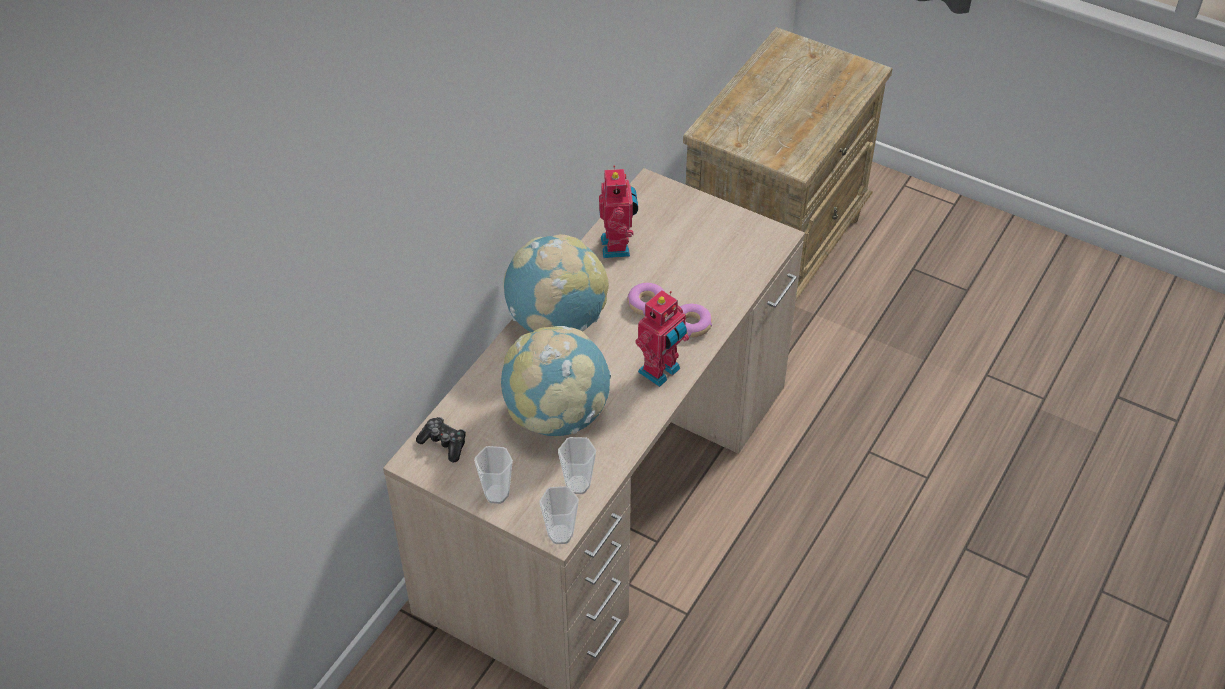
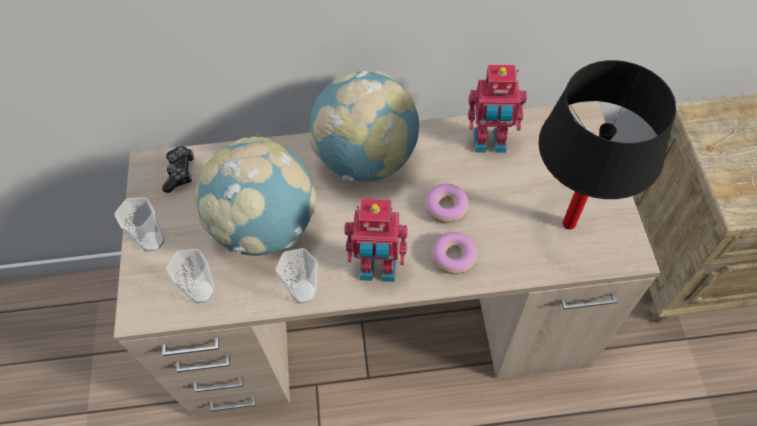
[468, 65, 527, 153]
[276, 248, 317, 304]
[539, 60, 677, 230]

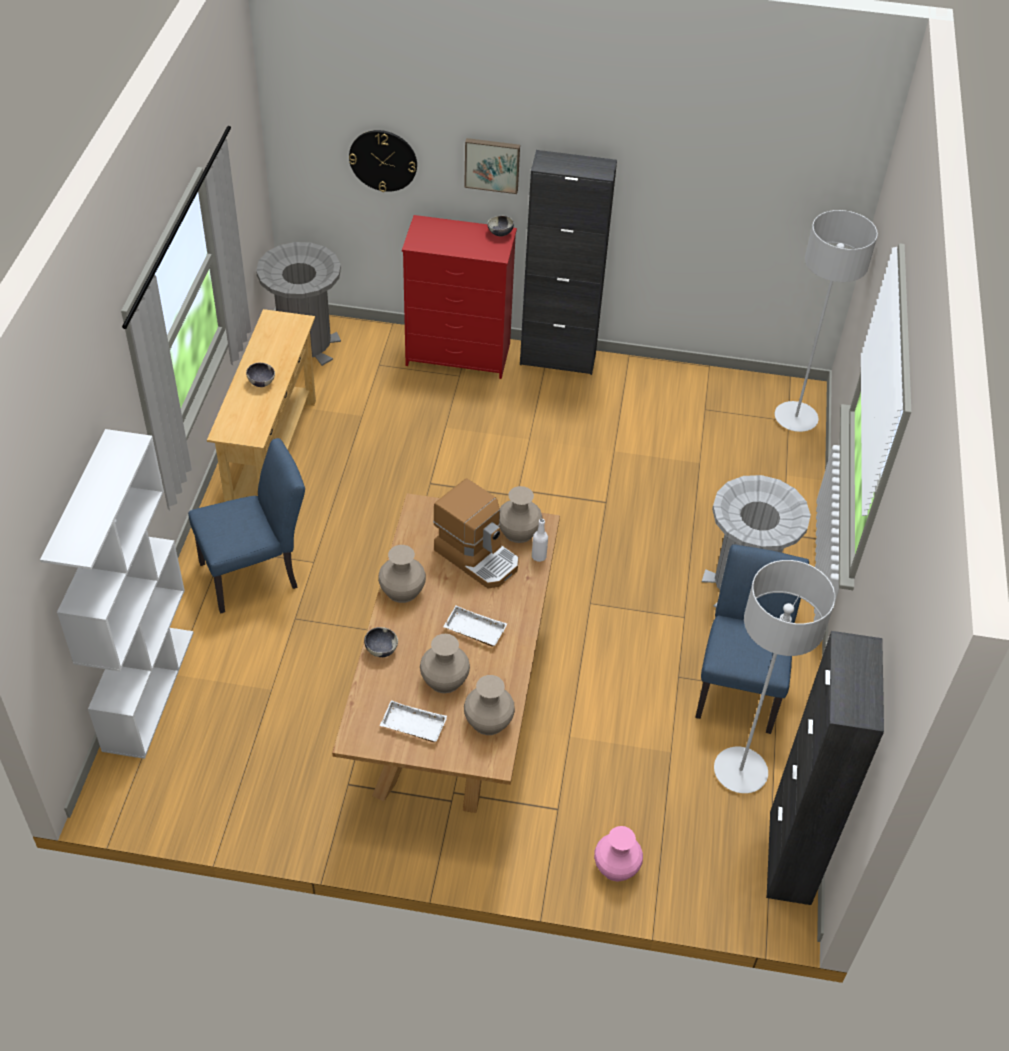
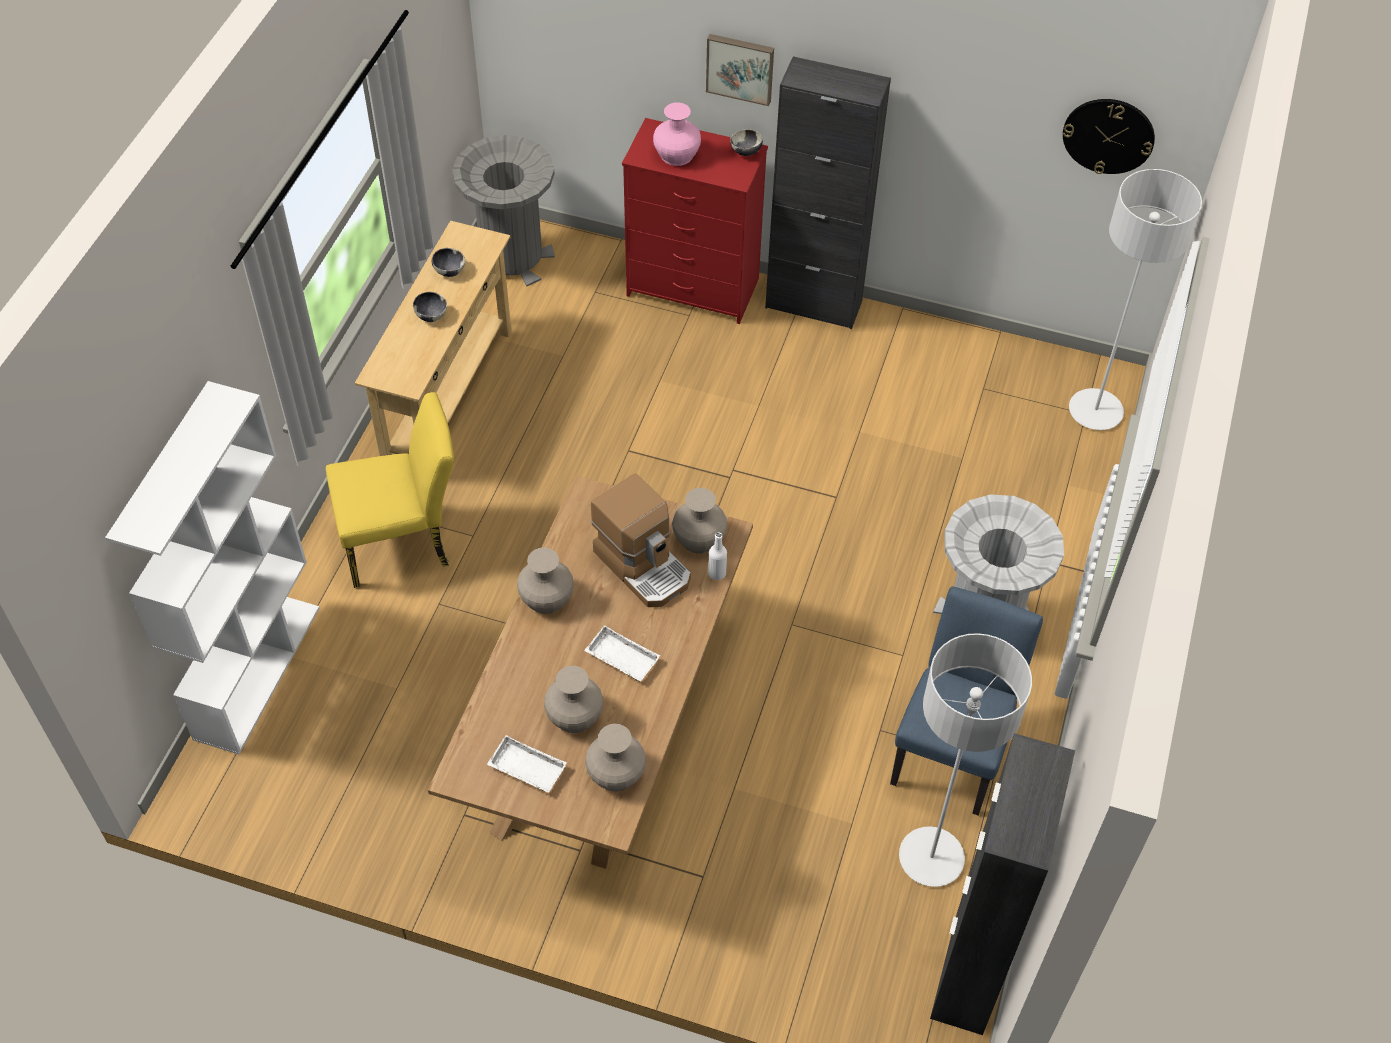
[1063, 99, 1155, 174]
[326, 392, 454, 588]
[431, 248, 465, 277]
[653, 102, 701, 166]

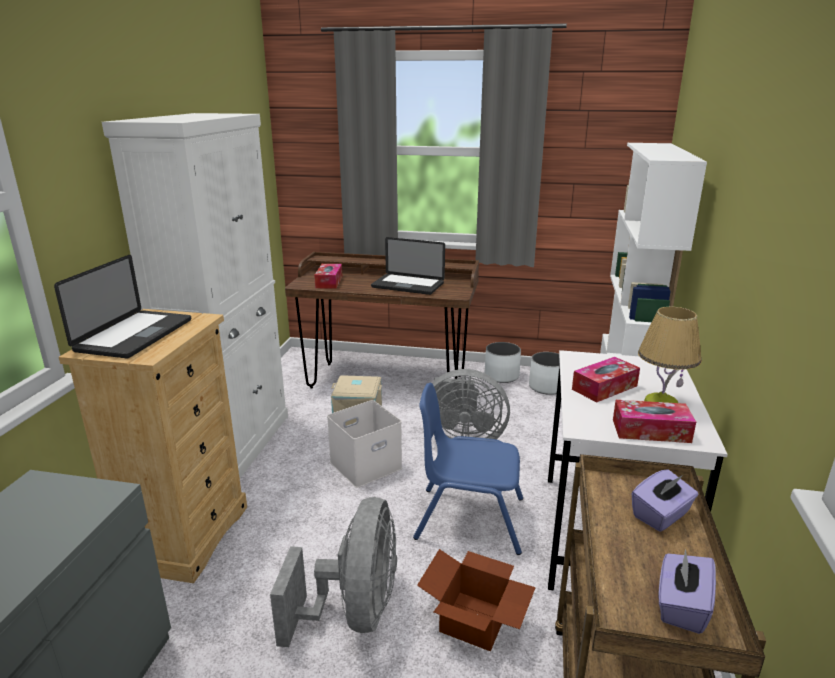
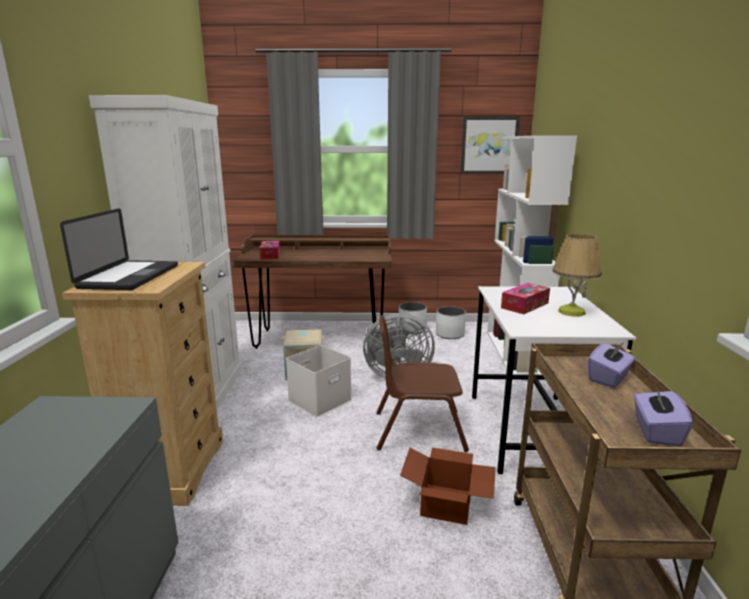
[371, 237, 445, 295] (first image)
[376, 315, 469, 452]
[613, 400, 696, 443] (first image)
[270, 497, 397, 647] (first image)
[460, 116, 520, 174]

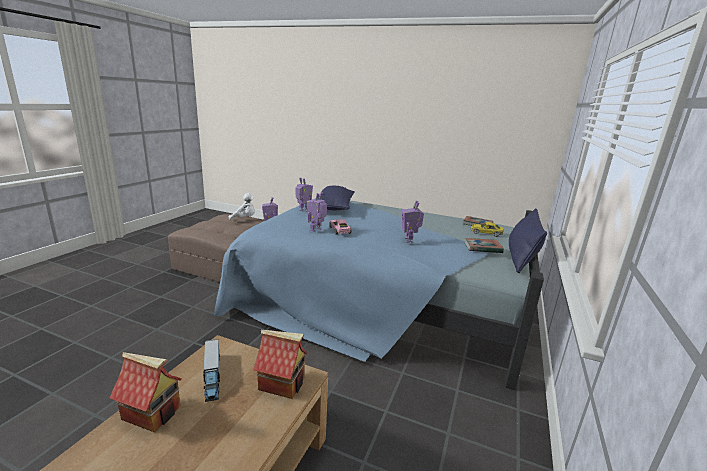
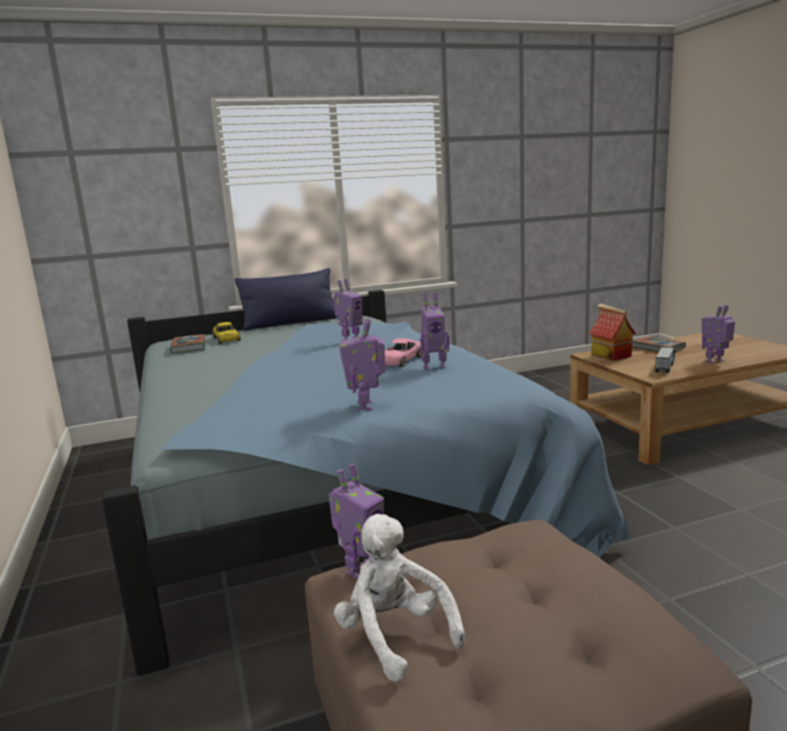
[318, 186, 355, 210] (first image)
[632, 336, 686, 352]
[702, 304, 735, 363]

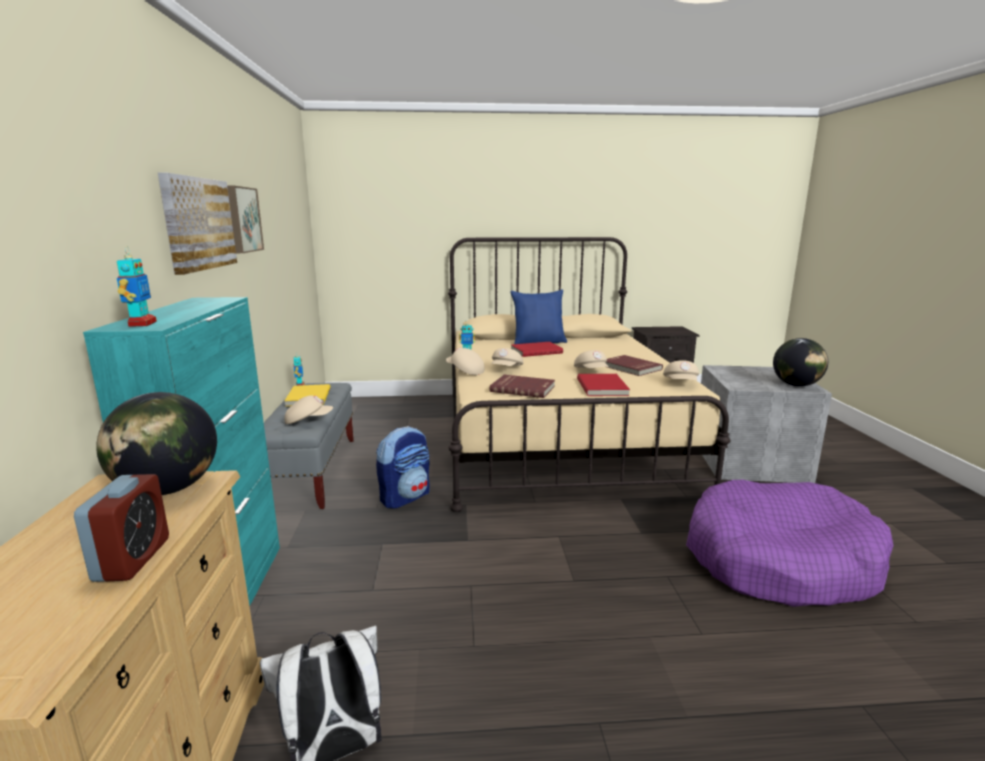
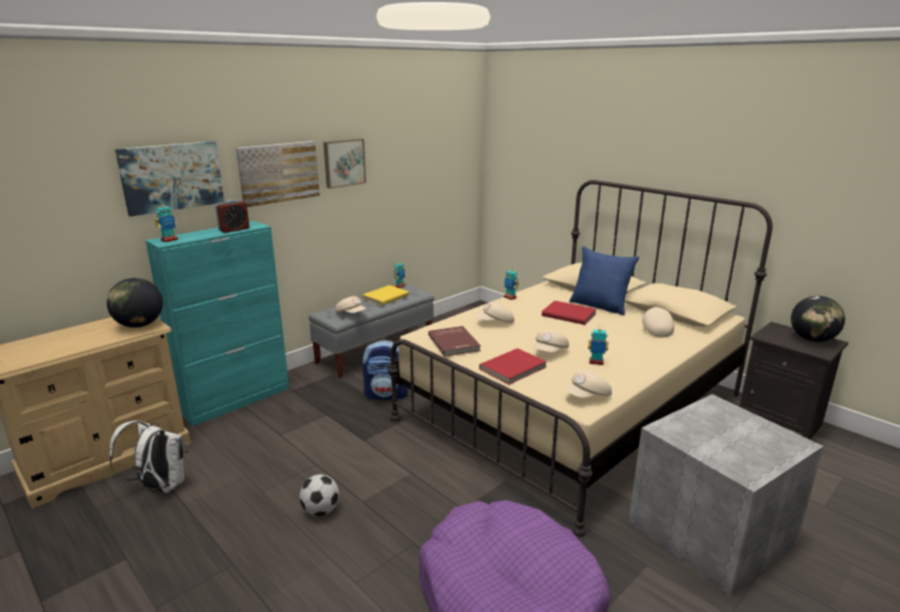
[791, 296, 845, 342]
[642, 307, 674, 338]
[588, 325, 609, 365]
[215, 200, 249, 233]
[115, 141, 224, 217]
[300, 474, 339, 516]

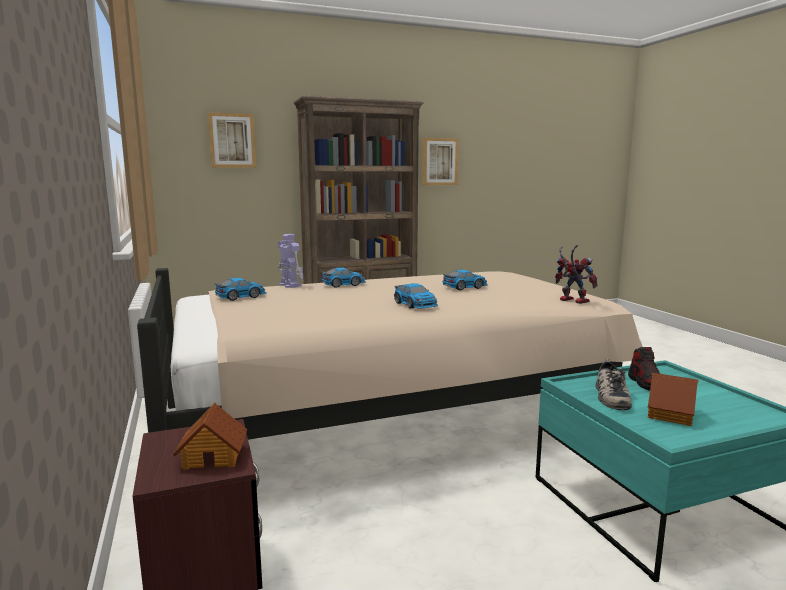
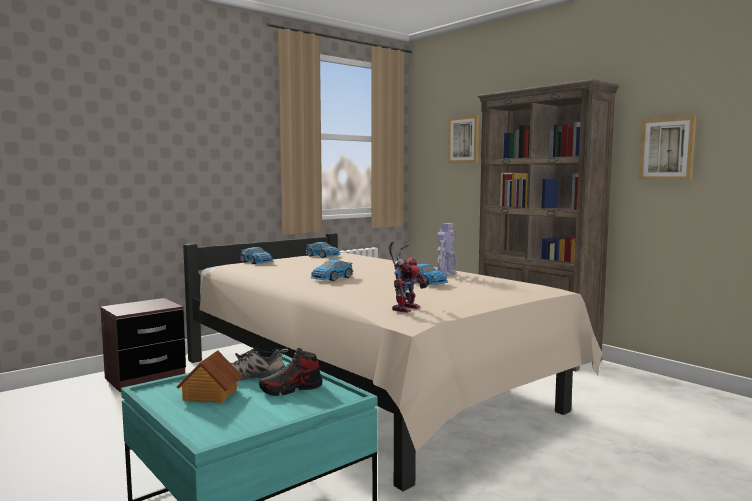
[437, 223, 457, 276]
[240, 247, 273, 264]
[173, 403, 247, 470] (first image)

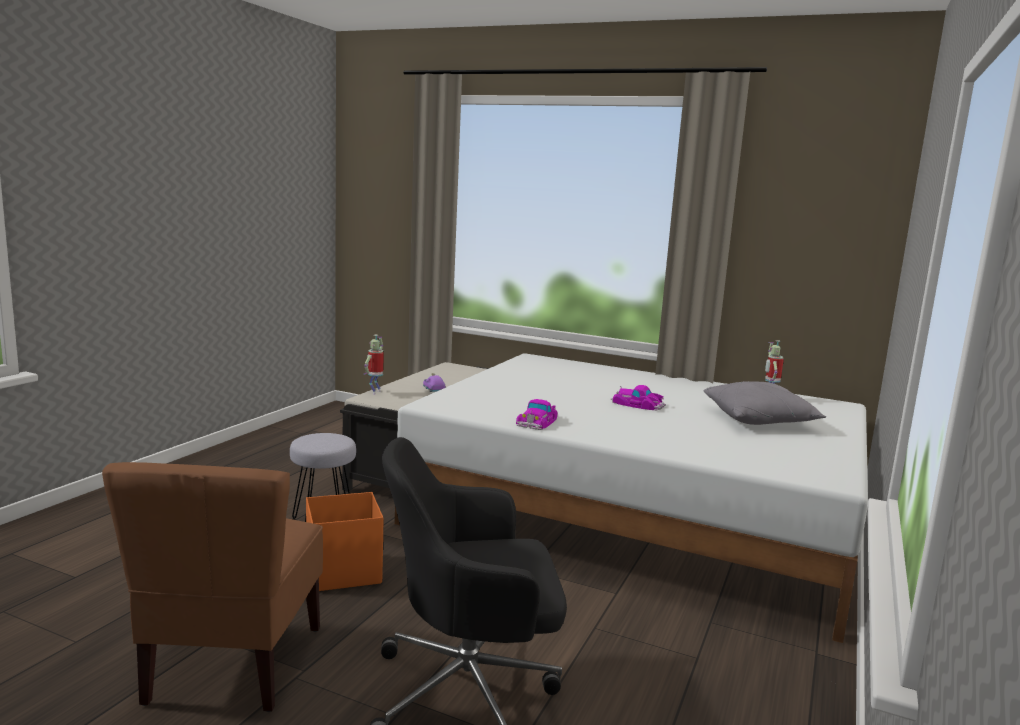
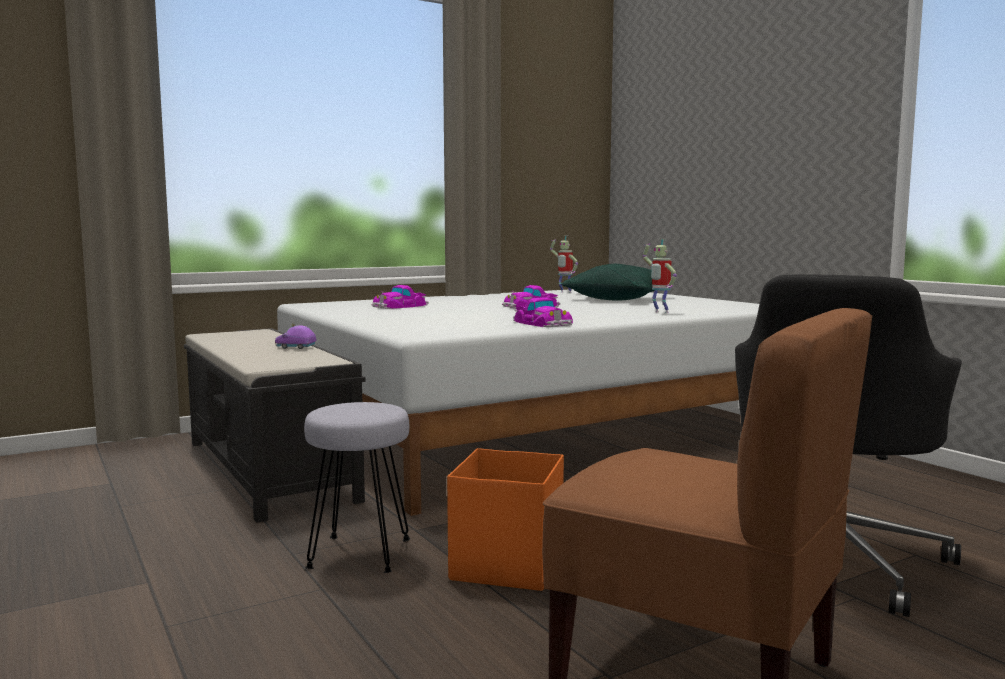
[643, 239, 677, 313]
[561, 264, 655, 300]
[371, 285, 429, 309]

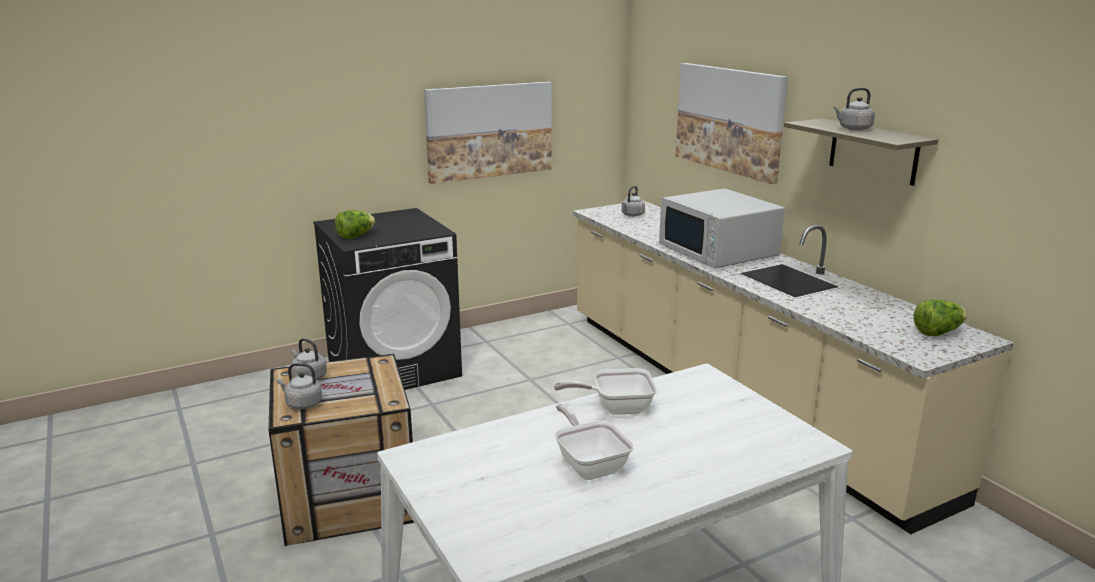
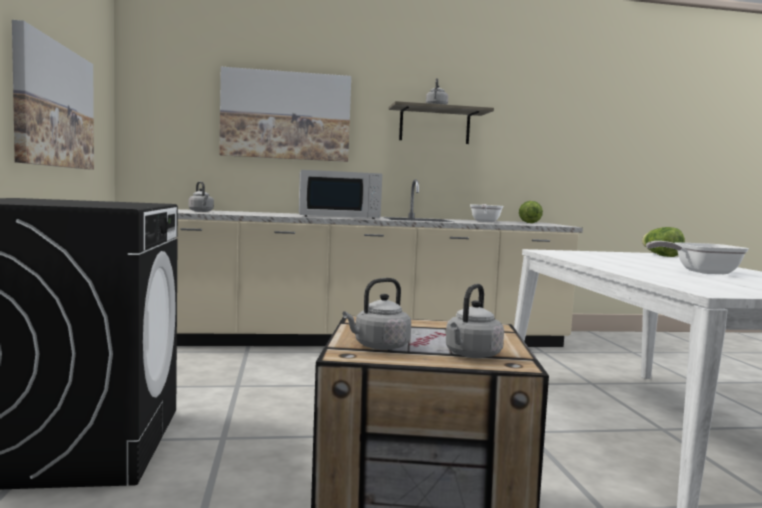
[642, 227, 685, 257]
[470, 204, 504, 222]

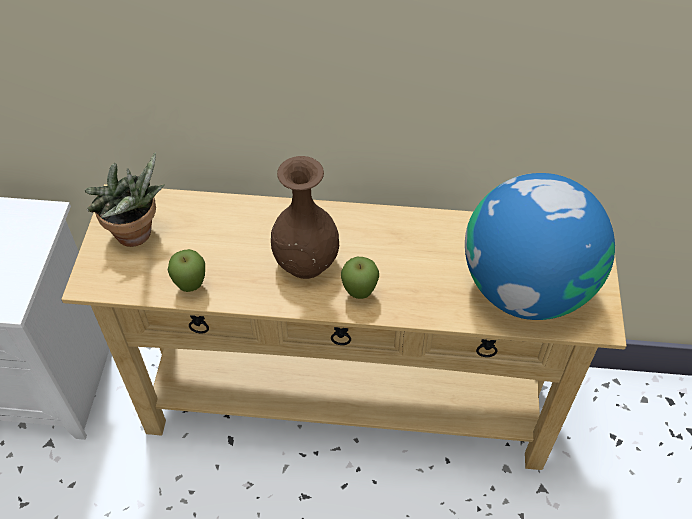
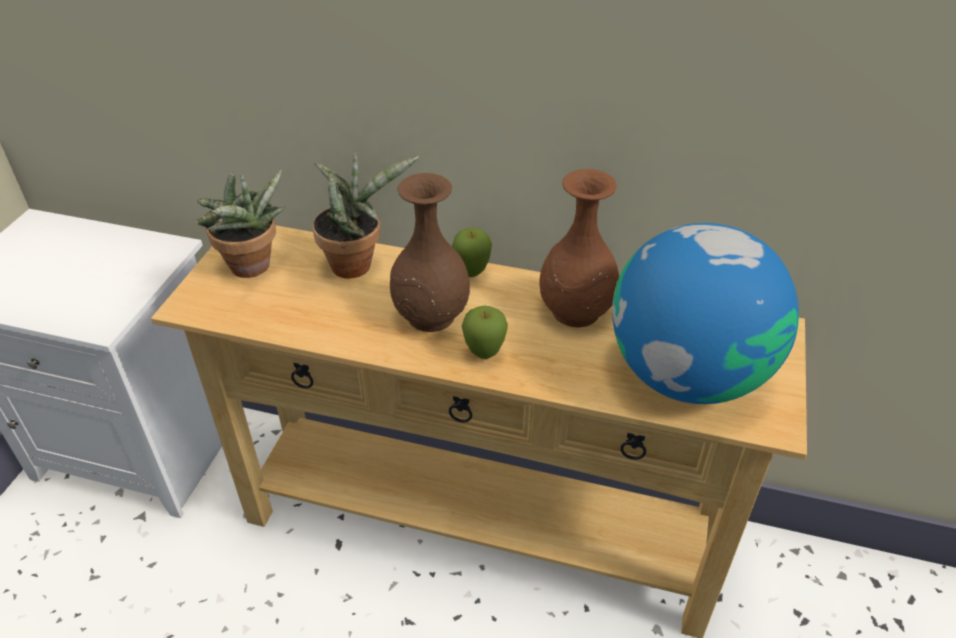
[452, 228, 492, 277]
[312, 153, 419, 278]
[539, 169, 619, 327]

